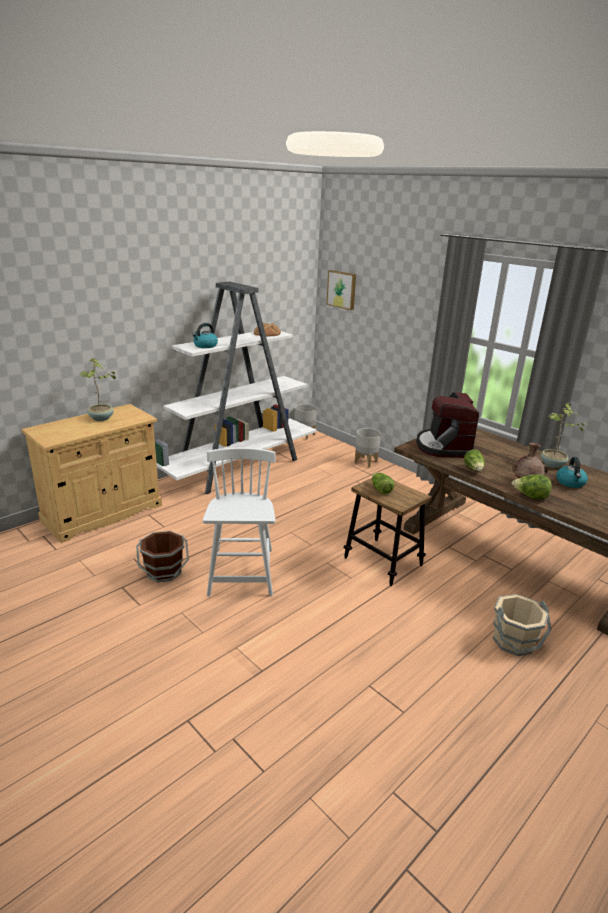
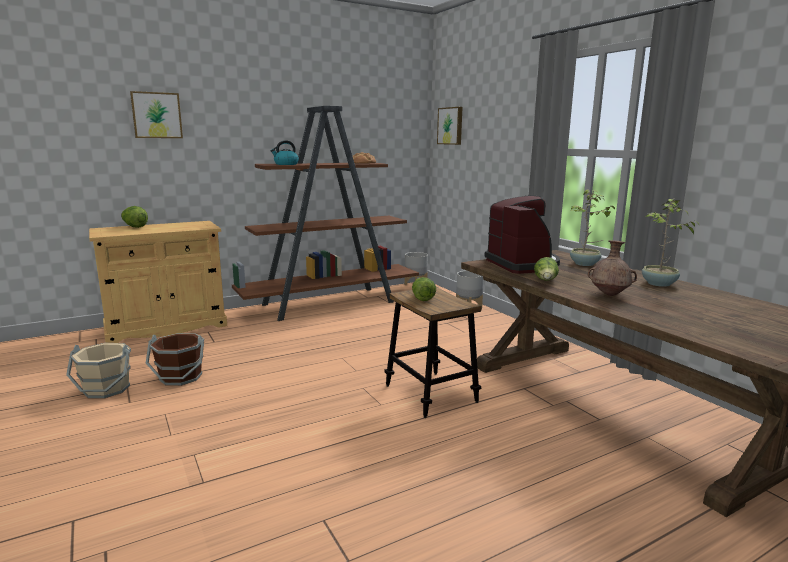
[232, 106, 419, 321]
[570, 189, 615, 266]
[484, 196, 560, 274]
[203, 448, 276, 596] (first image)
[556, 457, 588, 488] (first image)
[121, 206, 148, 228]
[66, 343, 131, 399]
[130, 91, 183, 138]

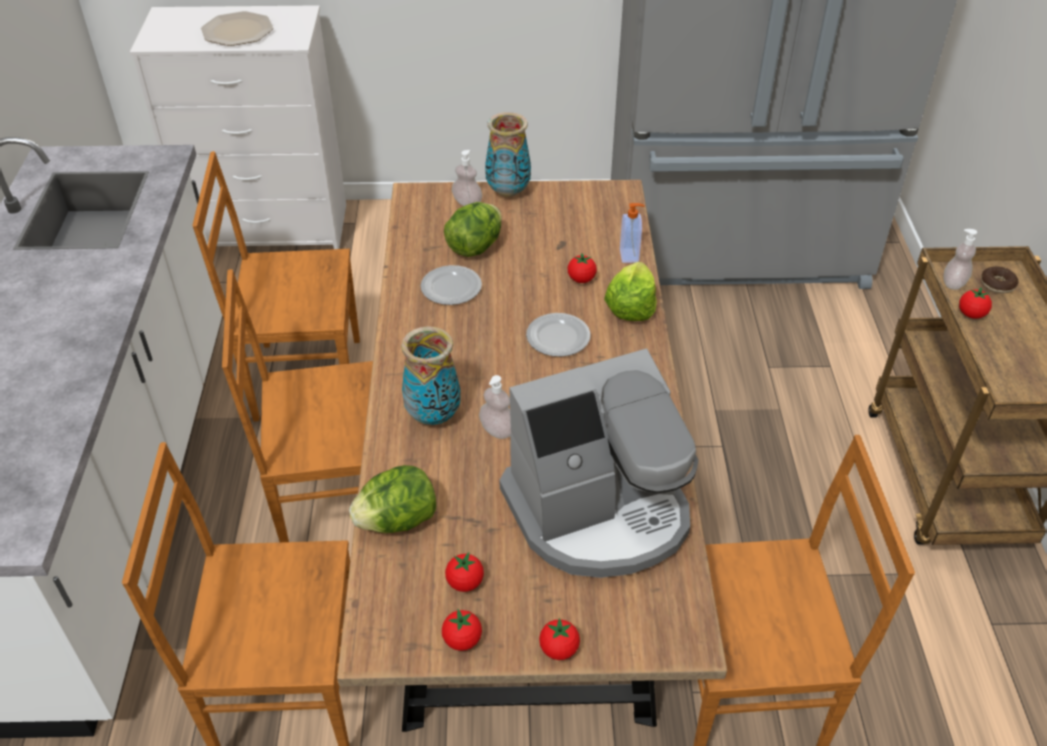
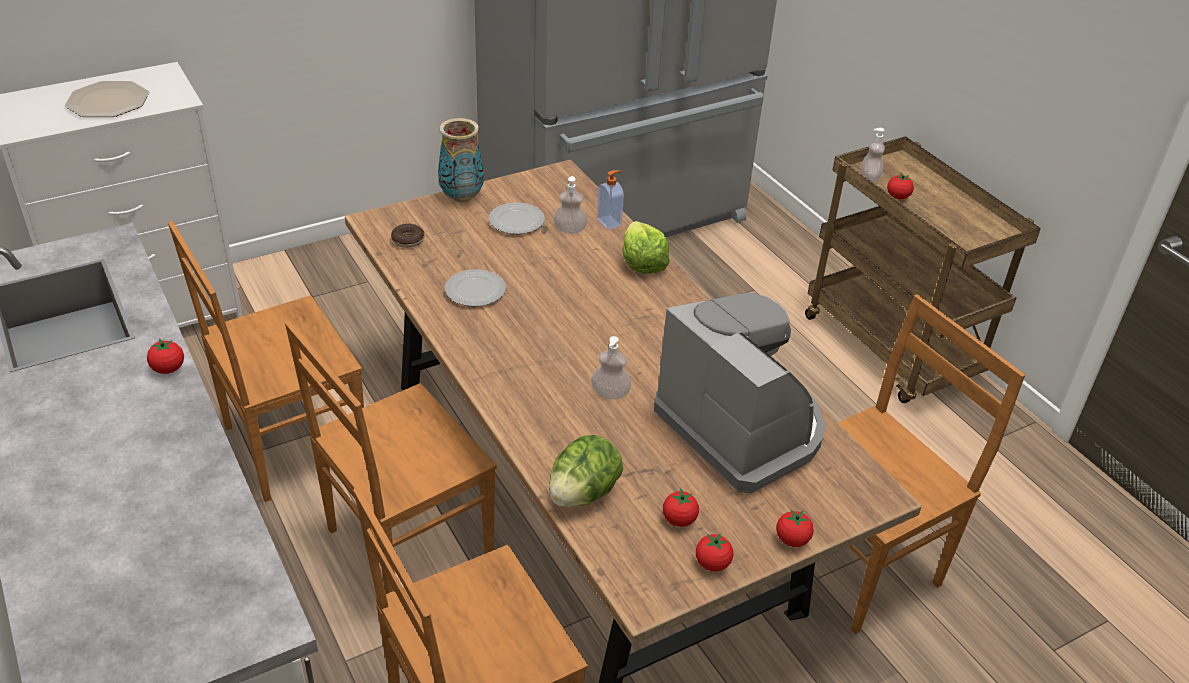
[553, 176, 587, 234]
[444, 202, 502, 257] (first image)
[147, 338, 184, 374]
[391, 224, 425, 248]
[489, 202, 545, 234]
[401, 326, 461, 425] (first image)
[654, 293, 825, 494]

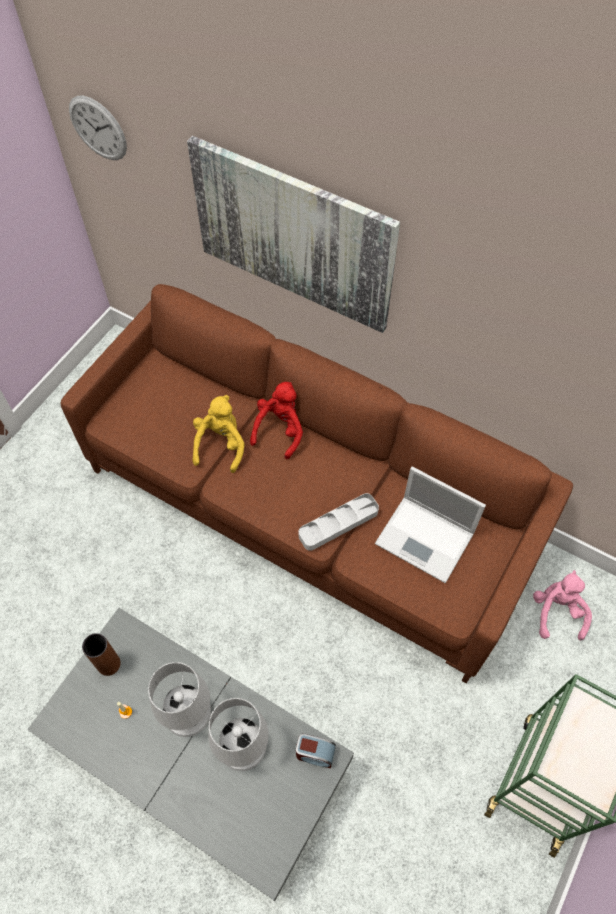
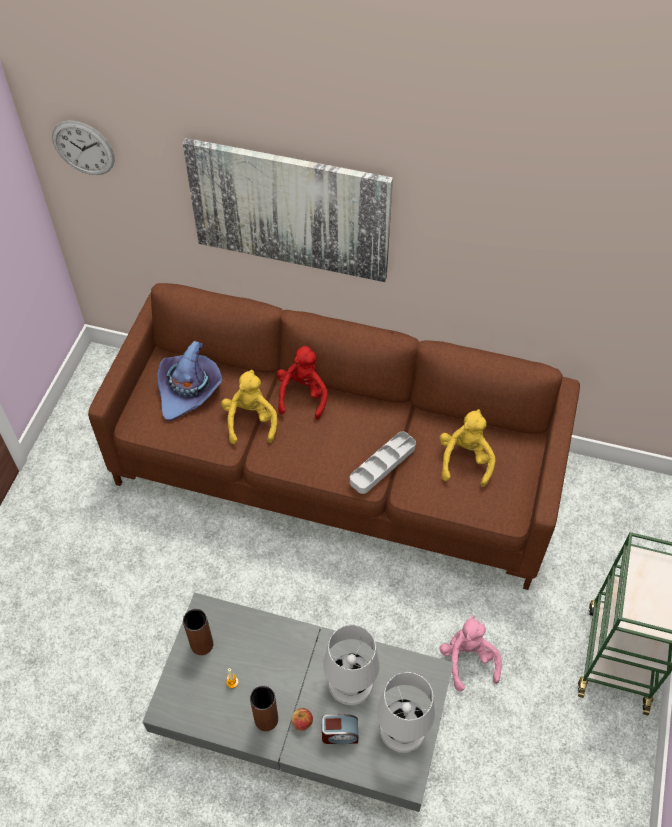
[440, 409, 495, 487]
[440, 615, 502, 692]
[377, 672, 435, 753]
[322, 714, 358, 744]
[157, 341, 222, 421]
[250, 686, 278, 731]
[291, 708, 313, 731]

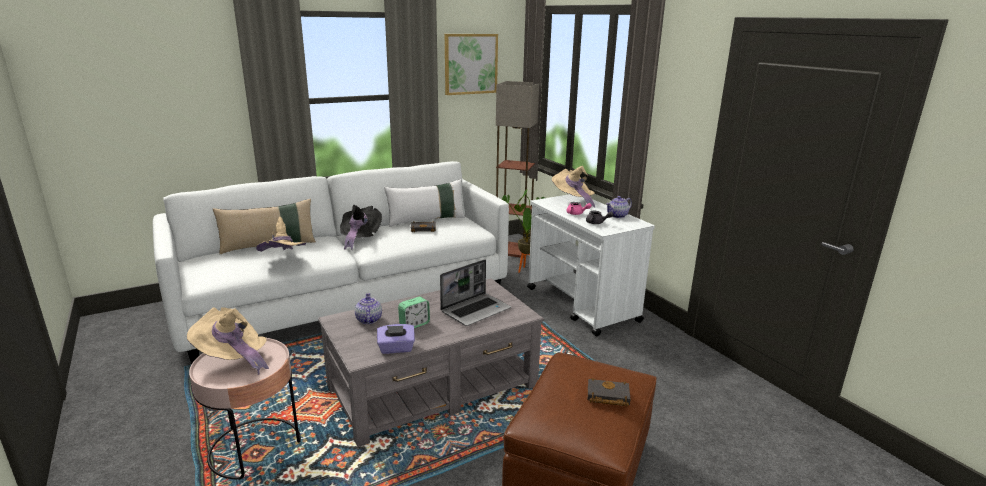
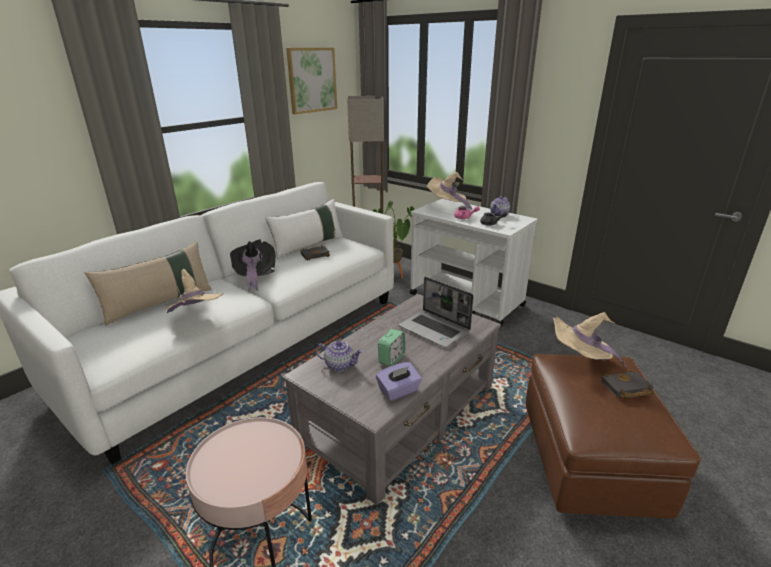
[398, 277, 474, 348]
[315, 341, 363, 371]
[553, 312, 625, 366]

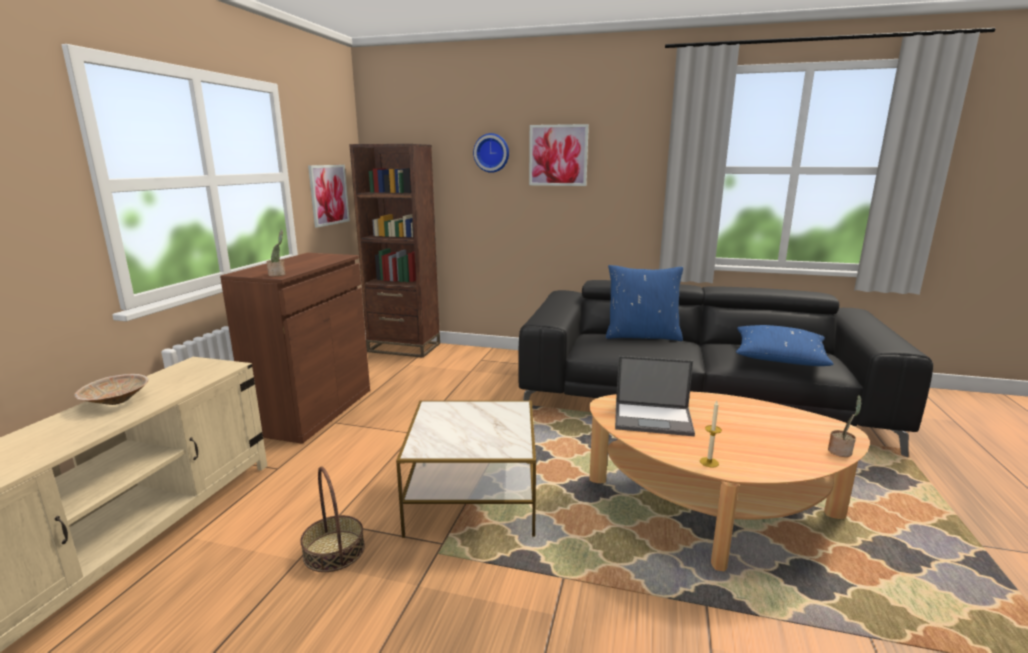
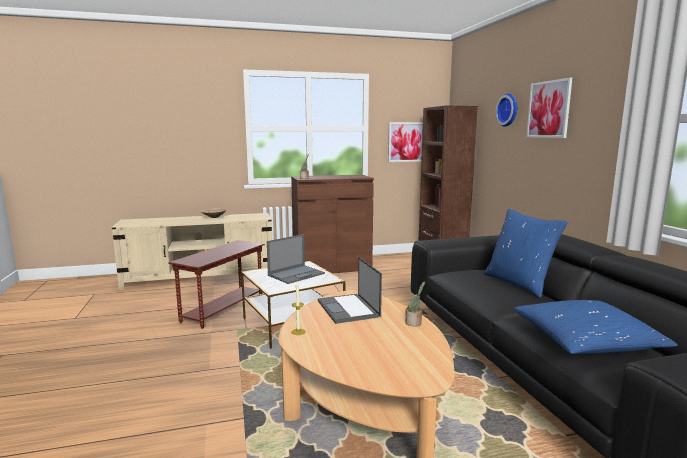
[405, 281, 425, 326]
[168, 240, 265, 329]
[267, 234, 325, 284]

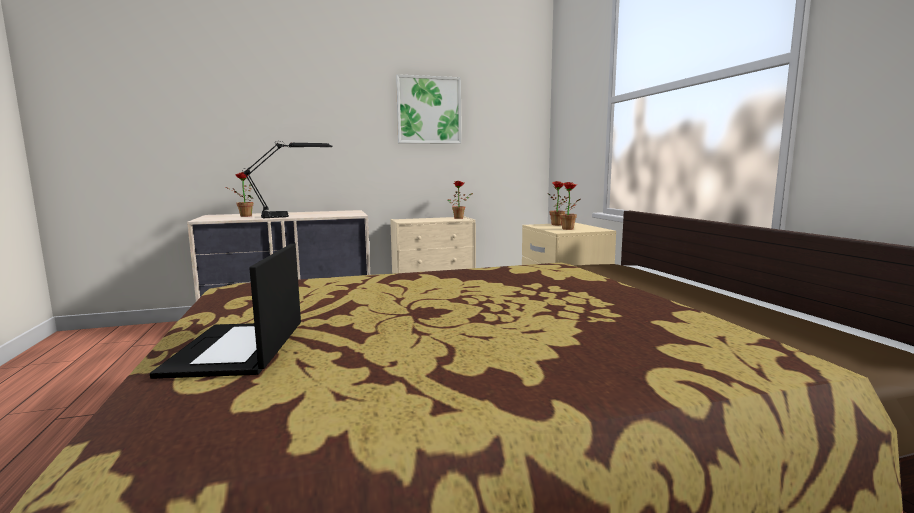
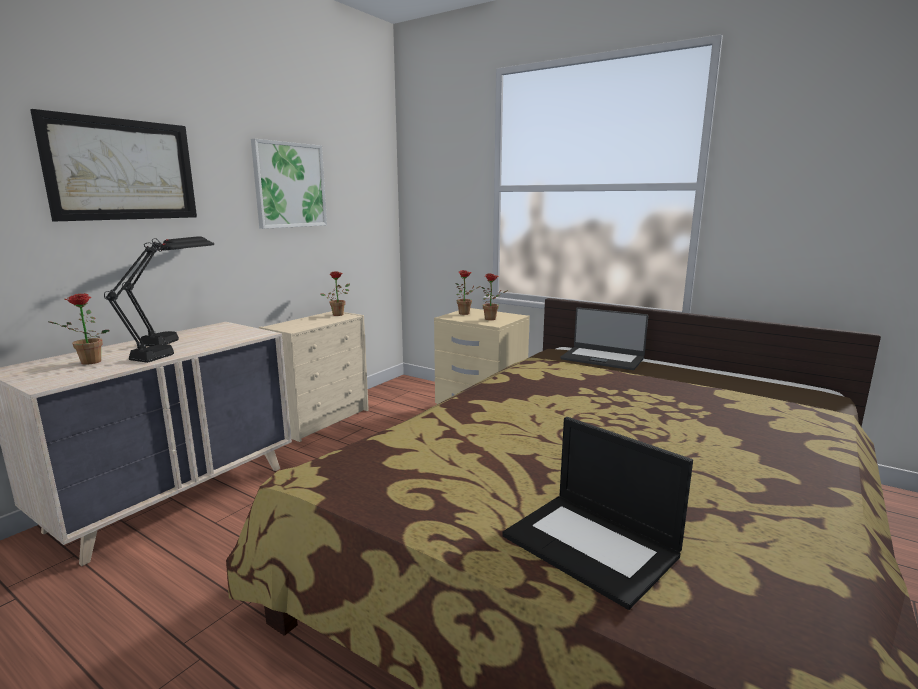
[30, 109, 197, 221]
[122, 236, 207, 346]
[561, 307, 648, 370]

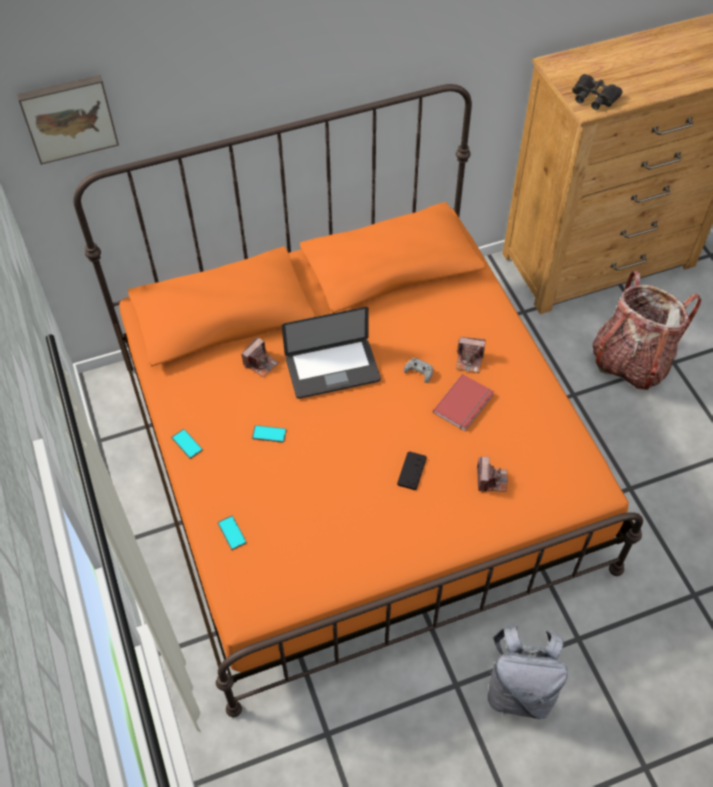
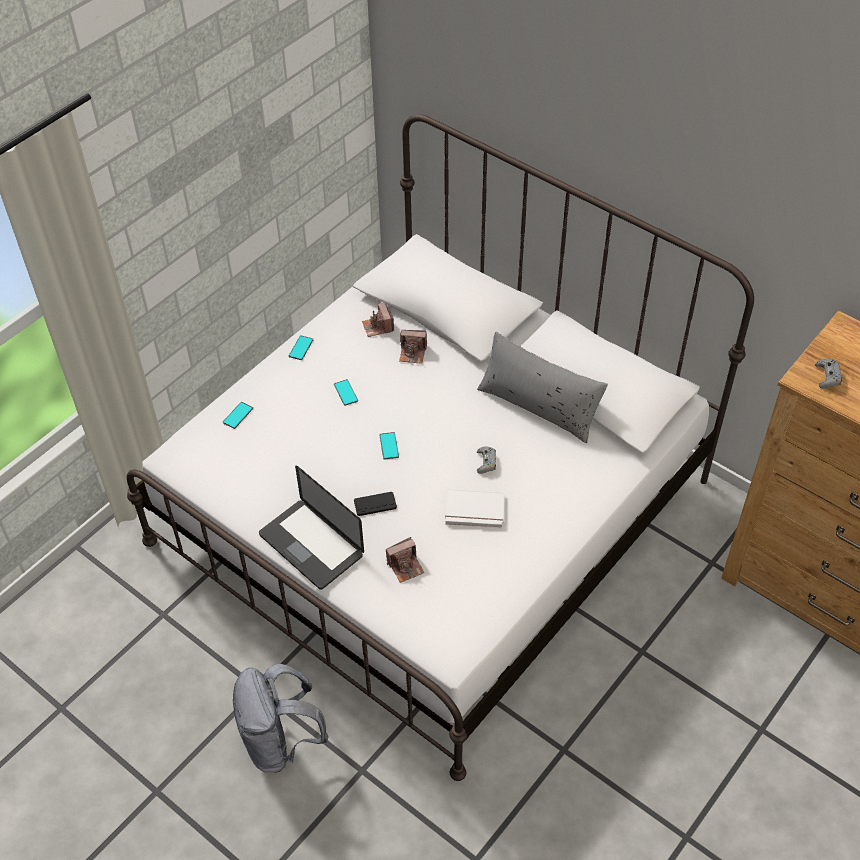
[815, 358, 842, 389]
[17, 75, 119, 165] (first image)
[126, 114, 754, 781]
[592, 271, 701, 390] (first image)
[259, 465, 364, 590]
[362, 302, 394, 337]
[445, 489, 505, 528]
[477, 332, 608, 443]
[379, 432, 399, 460]

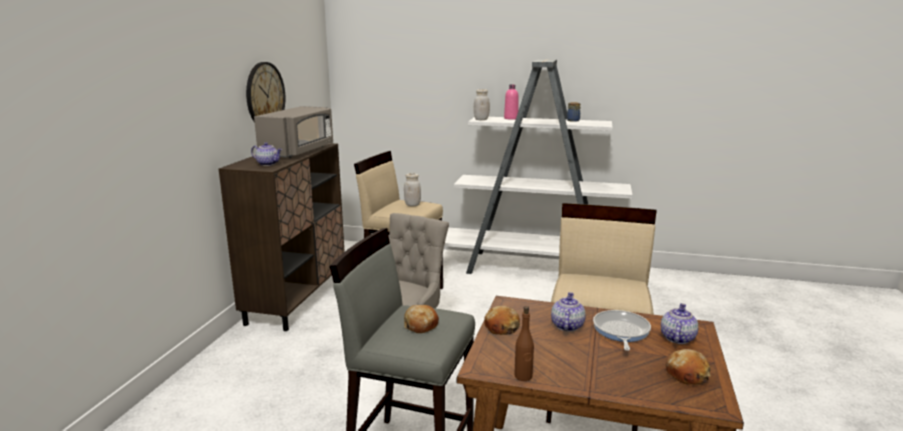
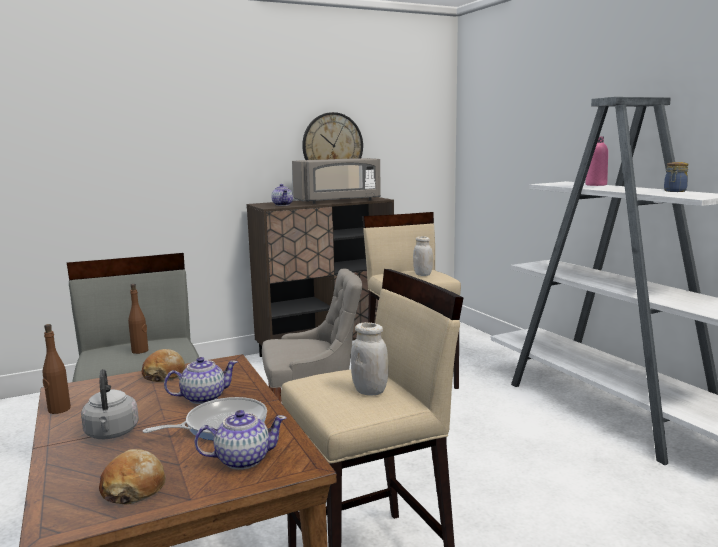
[351, 322, 388, 396]
[128, 284, 148, 354]
[81, 369, 139, 439]

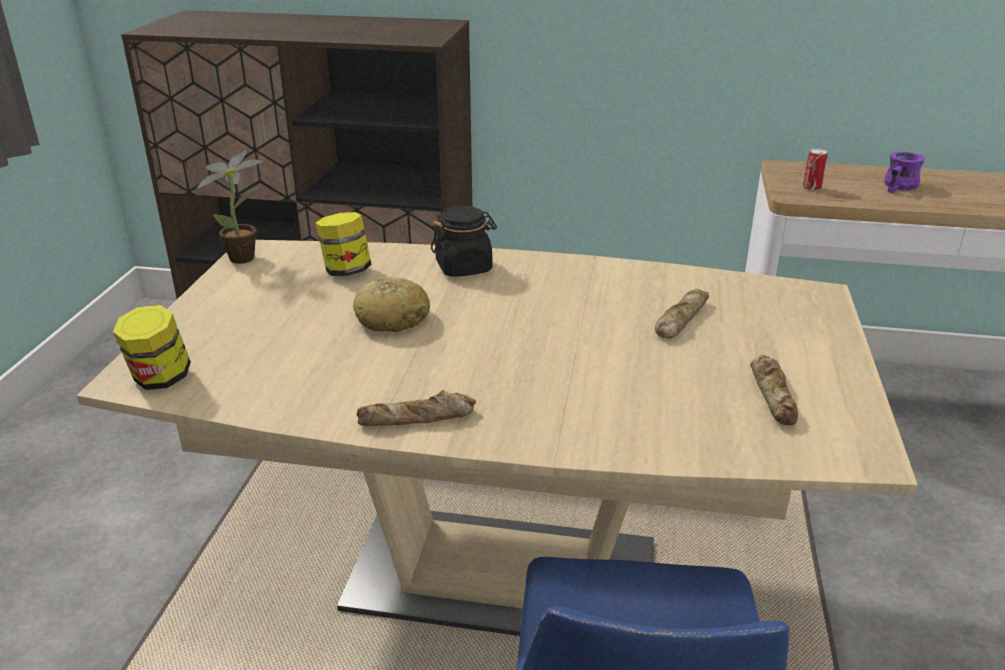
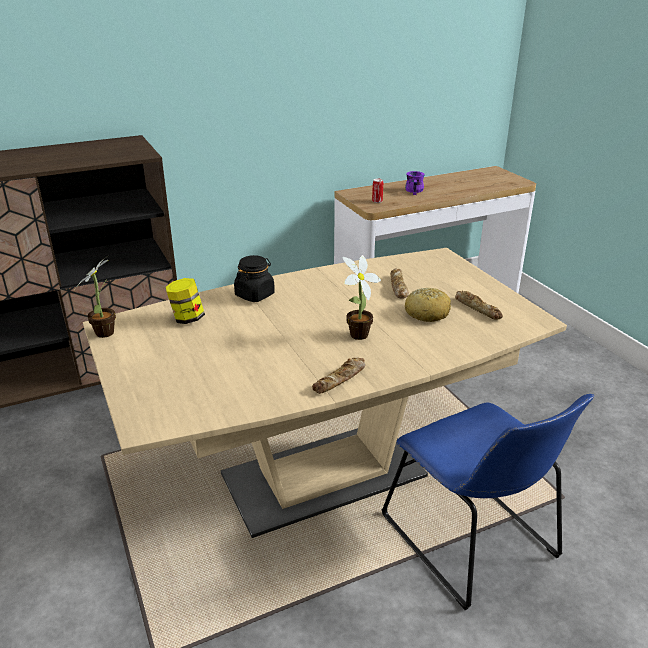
[405, 288, 451, 322]
[113, 305, 191, 390] (first image)
[342, 255, 381, 340]

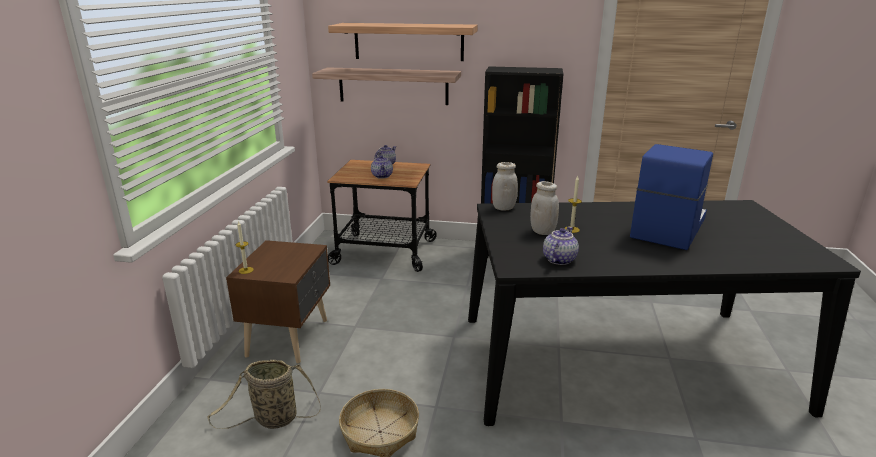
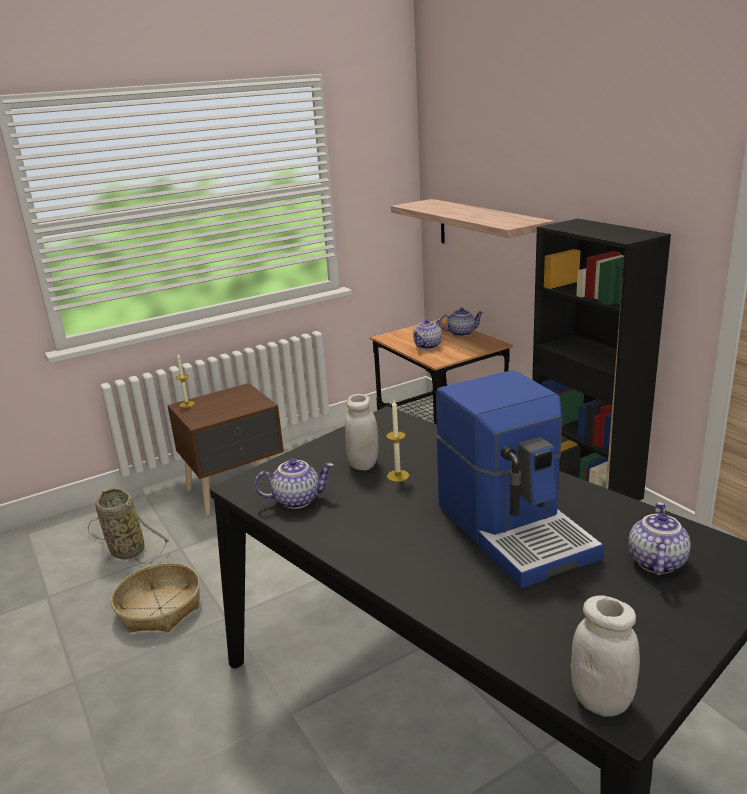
[328, 23, 478, 61] (first image)
[436, 370, 603, 588]
[571, 595, 640, 717]
[628, 502, 691, 576]

